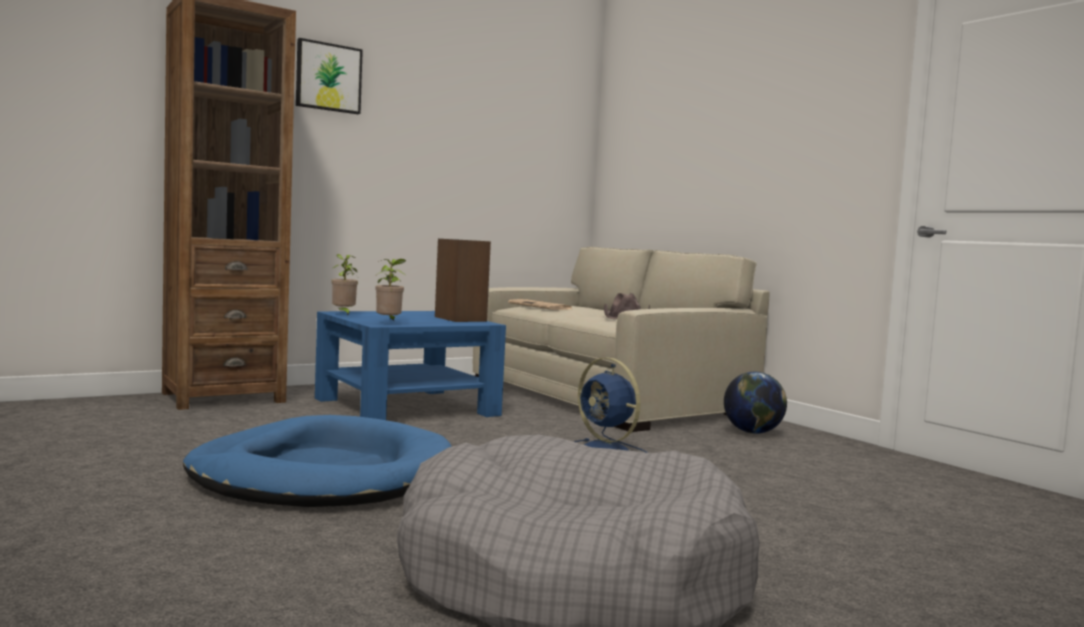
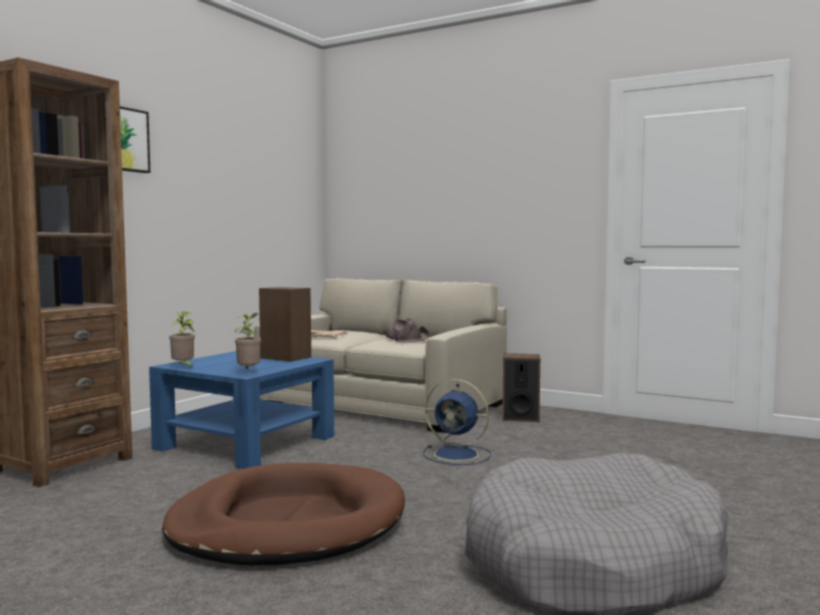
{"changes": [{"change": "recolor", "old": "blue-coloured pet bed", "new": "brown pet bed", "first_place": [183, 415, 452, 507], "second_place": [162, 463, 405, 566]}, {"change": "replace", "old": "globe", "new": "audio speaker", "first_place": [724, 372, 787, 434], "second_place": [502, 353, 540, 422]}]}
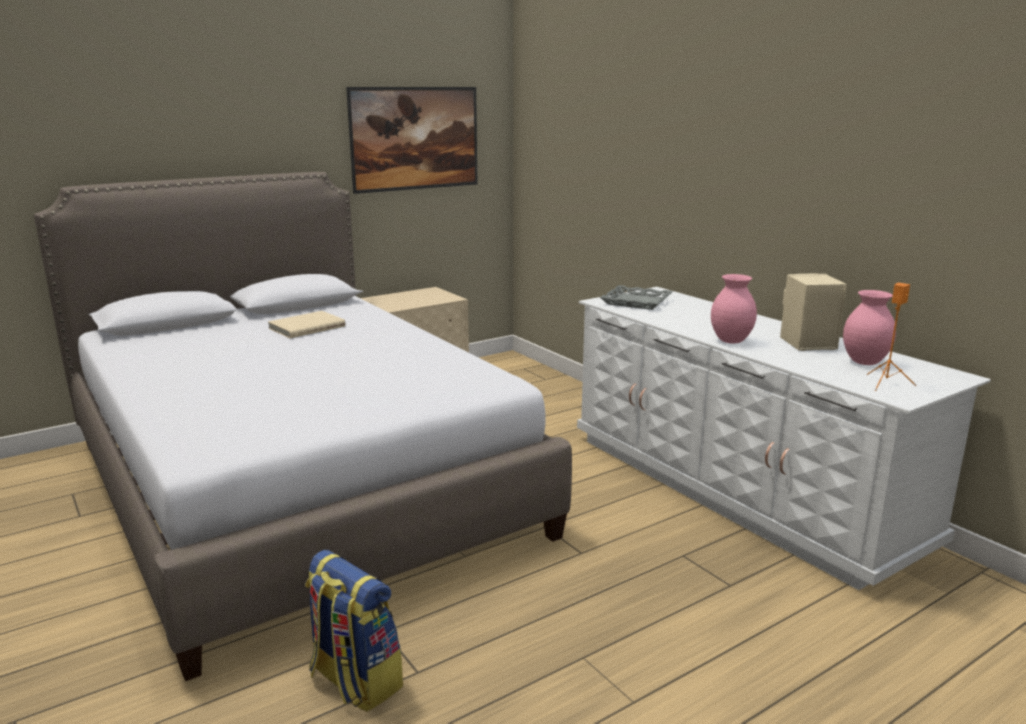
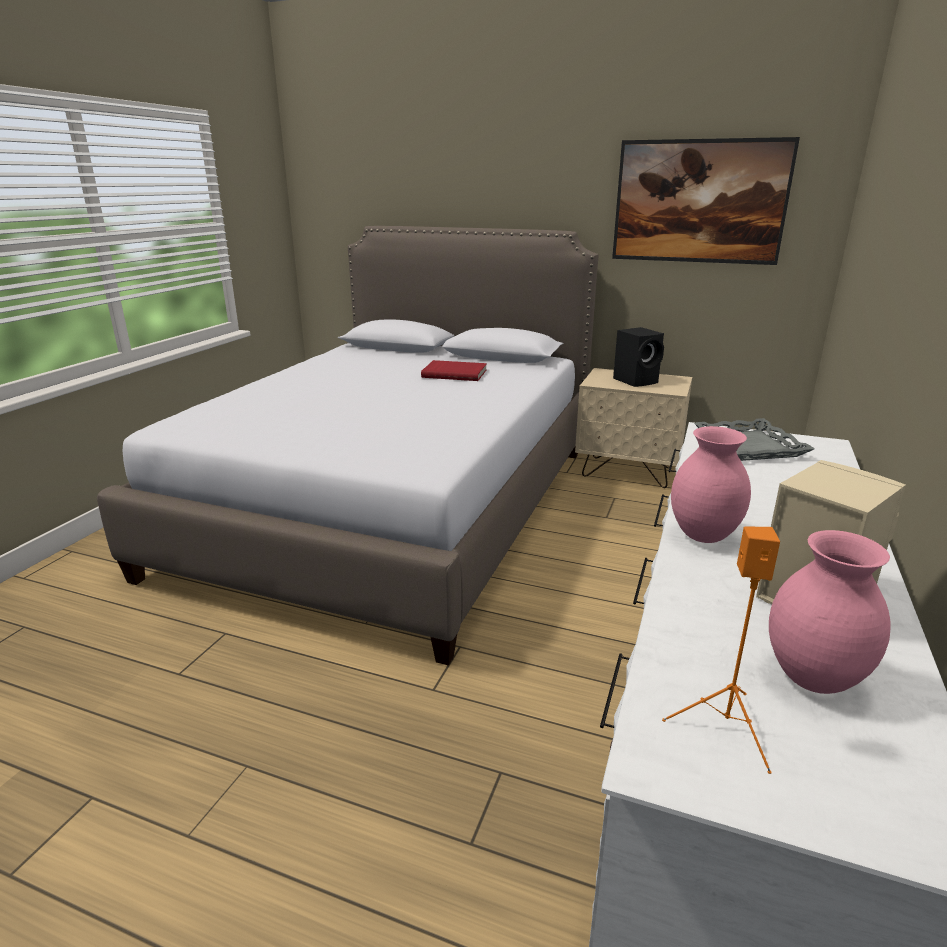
{"changes": [{"change": "recolor", "old": "beige-coloured volume", "new": "red volume", "first_place": [268, 311, 345, 338], "second_place": [421, 360, 487, 381]}, {"change": "insert", "new": "black audio speaker", "second_place": [613, 327, 664, 387]}, {"change": "delete", "old": "rucksack", "first_place": [305, 550, 403, 712]}]}
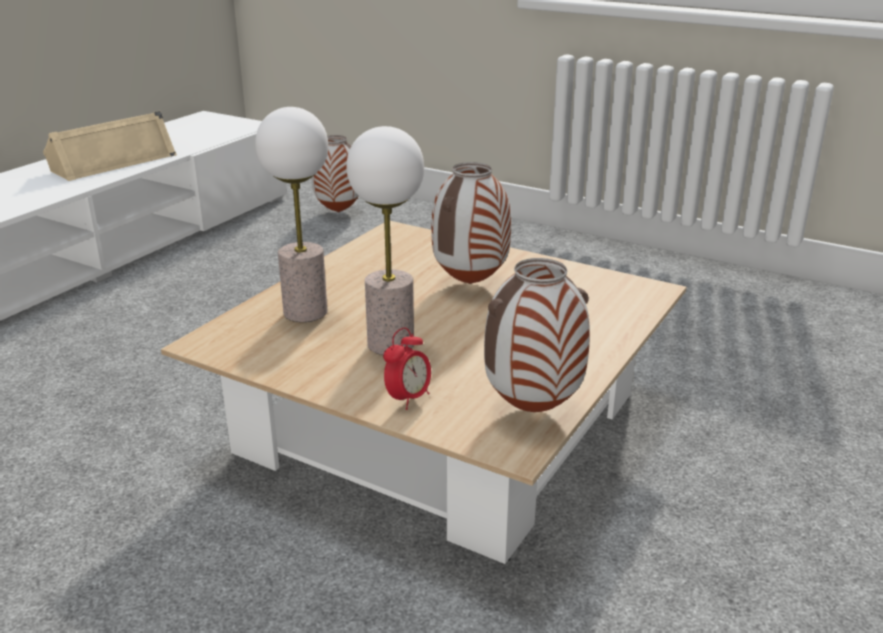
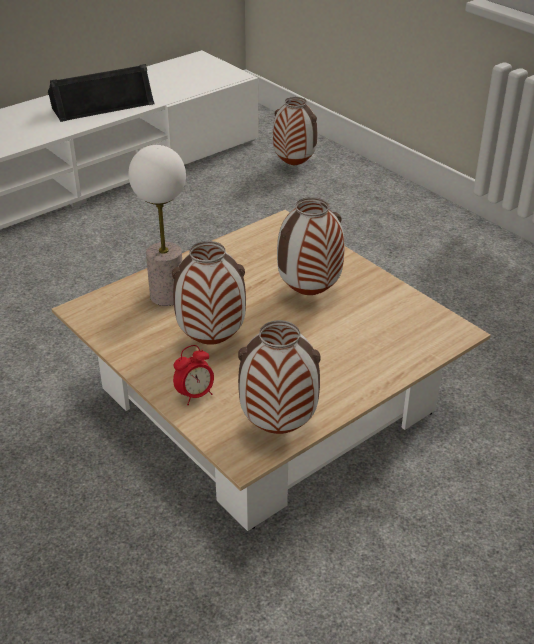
{"changes": [{"change": "recolor", "old": "beige-coloured audio speaker", "new": "black audio speaker", "first_place": [43, 111, 177, 181], "second_place": [48, 64, 154, 122]}, {"change": "replace", "old": "table lamp", "new": "flower vase", "first_place": [347, 126, 424, 355], "second_place": [172, 241, 246, 345]}]}
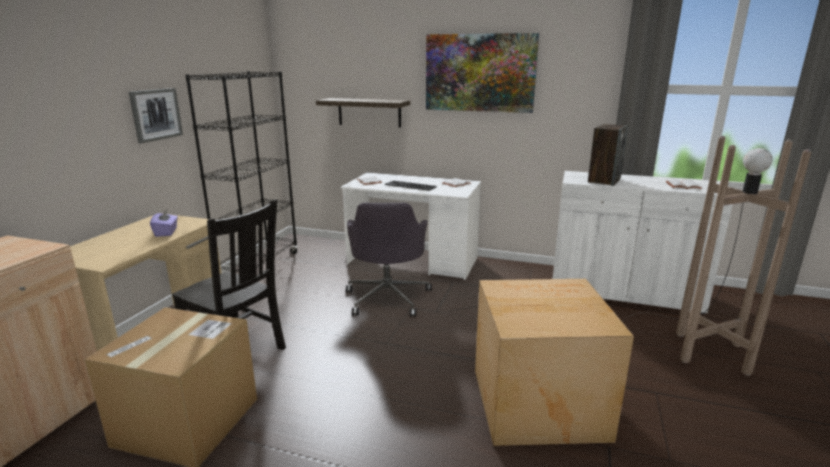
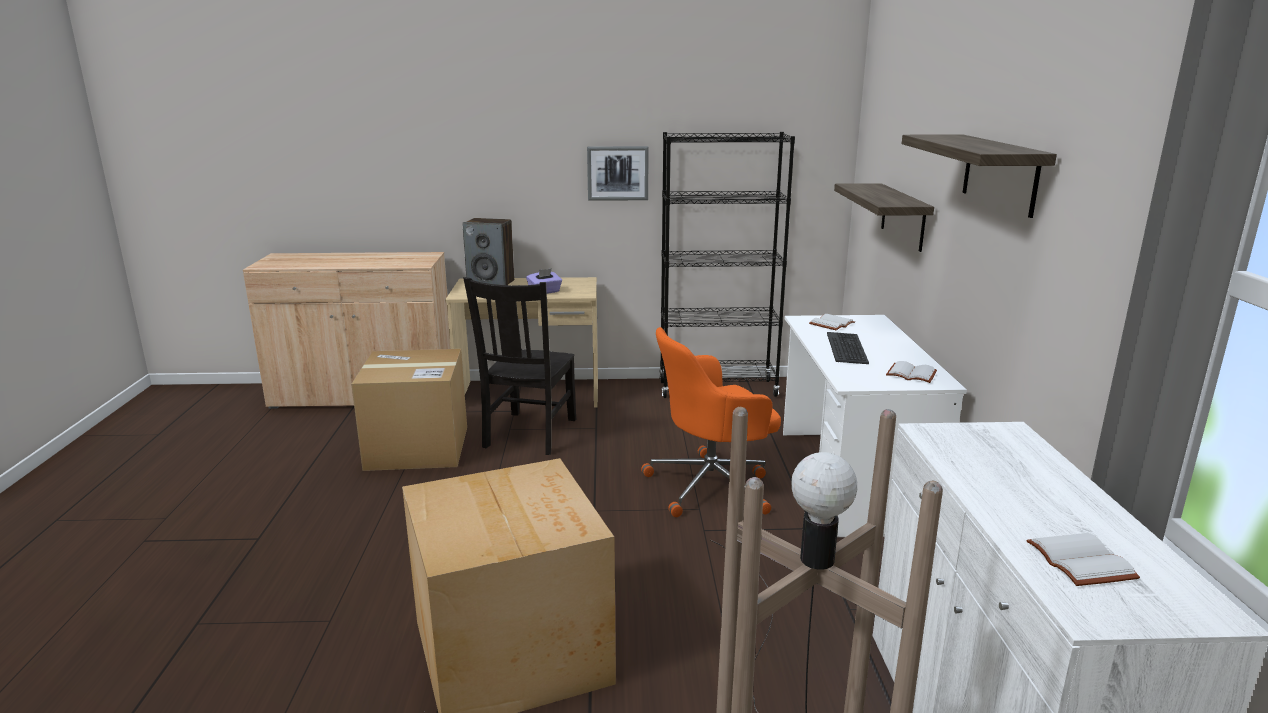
{"changes": [{"change": "move", "old": "audio speaker", "first_place": [588, 124, 628, 186], "second_place": [462, 218, 514, 285]}, {"change": "recolor", "old": "greyish office chair", "new": "orangey office chair", "first_place": [346, 203, 432, 317], "second_place": [641, 327, 781, 517]}, {"change": "replace", "old": "wall picture", "new": "wall shelf", "first_place": [426, 33, 539, 113], "second_place": [902, 134, 1057, 218]}]}
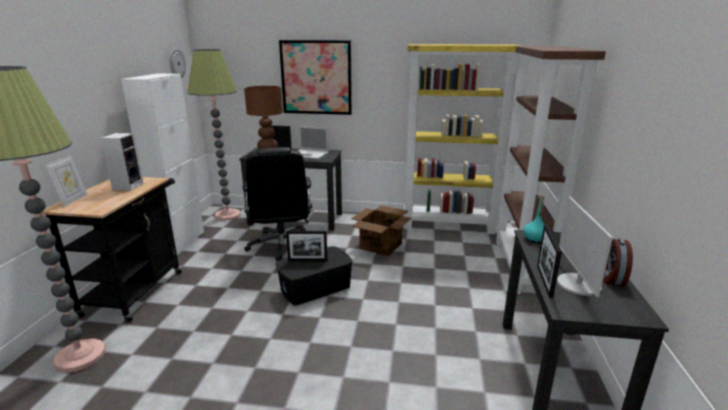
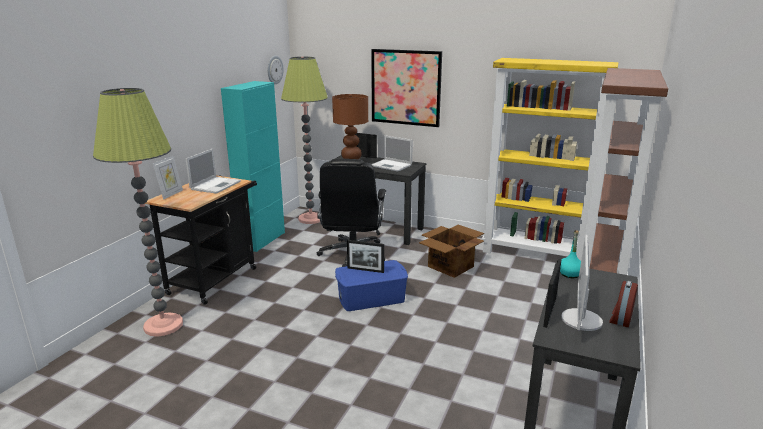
{"changes": [{"change": "replace", "old": "audio speaker", "new": "laptop", "first_place": [101, 133, 143, 191], "second_place": [186, 149, 241, 194]}, {"change": "recolor", "old": "white cupboard", "new": "turquoise cupboard", "first_place": [121, 74, 204, 255], "second_place": [221, 81, 285, 252]}, {"change": "recolor", "old": "black storage box", "new": "blue-coloured storage box", "first_place": [276, 246, 353, 306], "second_place": [335, 260, 408, 311]}]}
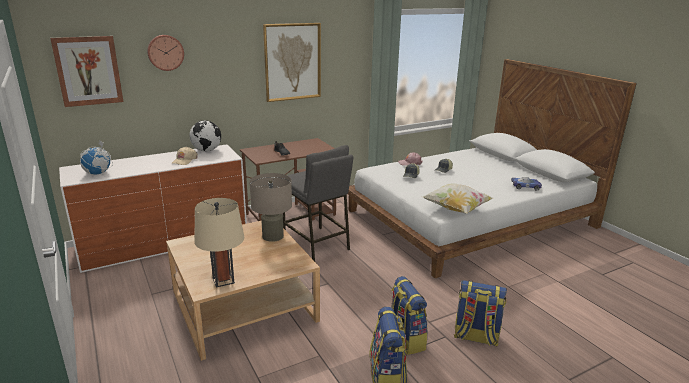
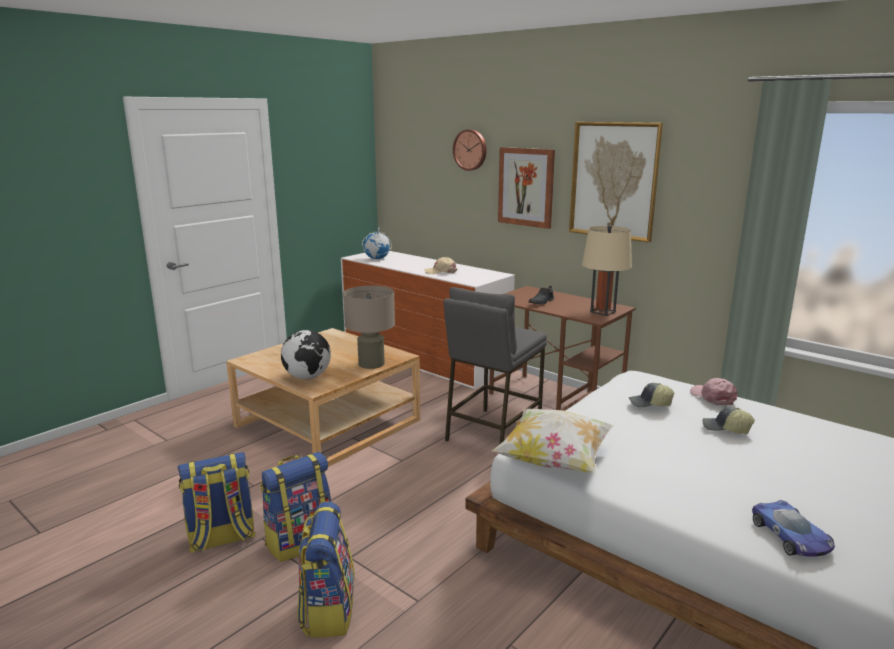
{"changes": [{"change": "move", "old": "globe", "first_place": [189, 120, 221, 152], "second_place": [281, 330, 331, 379]}, {"change": "move", "old": "wall picture", "first_place": [50, 36, 123, 107], "second_place": [498, 147, 555, 229]}, {"change": "move", "old": "beige-coloured table lamp", "first_place": [194, 198, 244, 288], "second_place": [582, 225, 632, 316]}]}
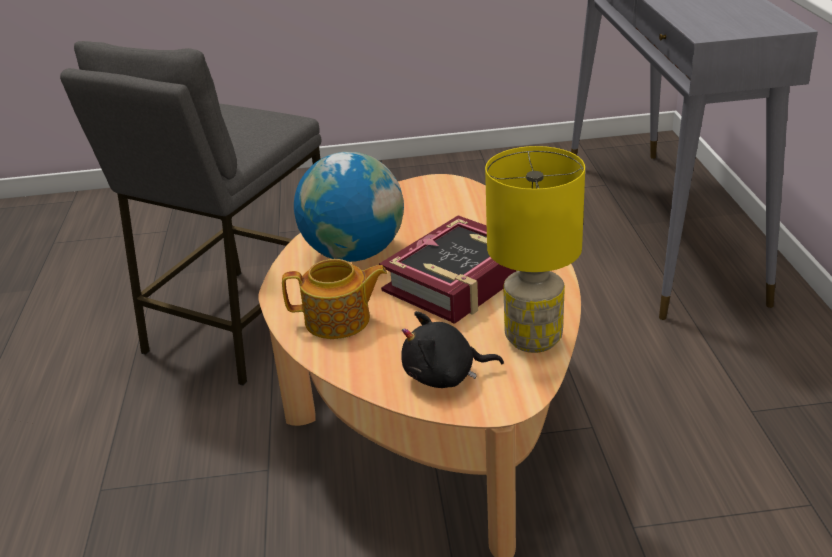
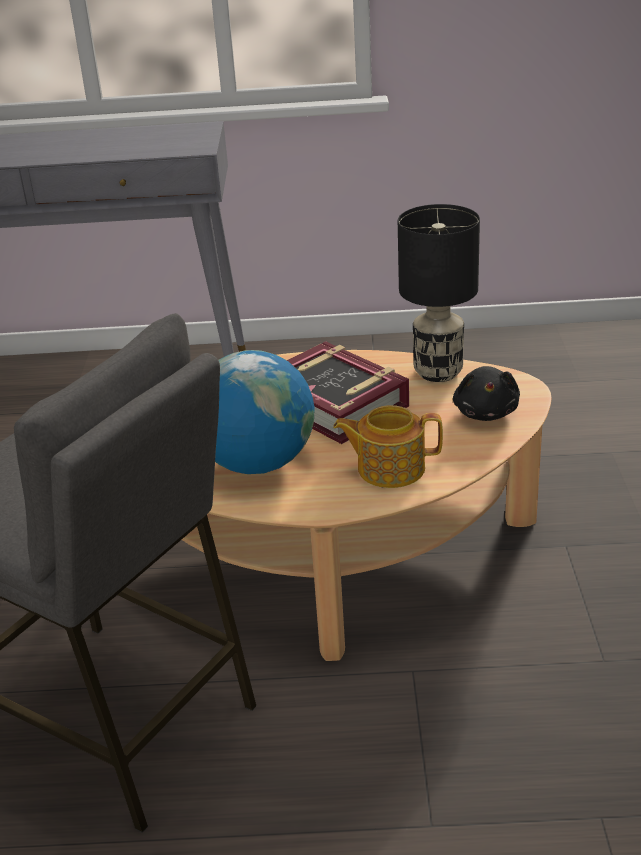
{"changes": [{"change": "rotate", "old": "teapot", "first_place": [282, 259, 387, 339], "second_place": [333, 405, 443, 488], "degrees": -90}, {"change": "recolor", "old": "yellow table lamp", "new": "black table lamp", "first_place": [485, 146, 585, 353], "second_place": [398, 204, 480, 382]}]}
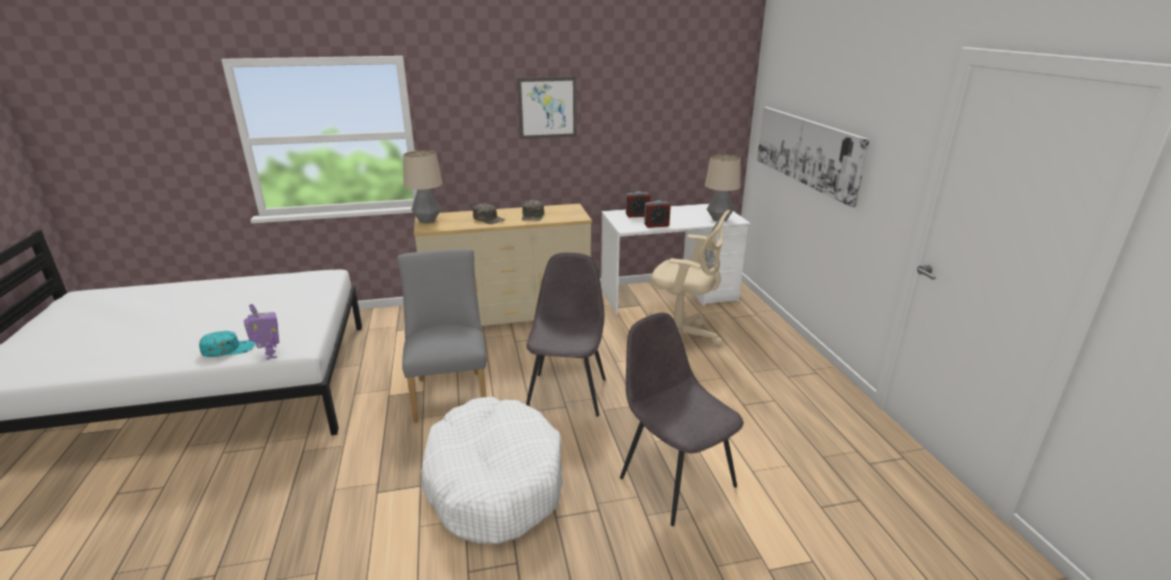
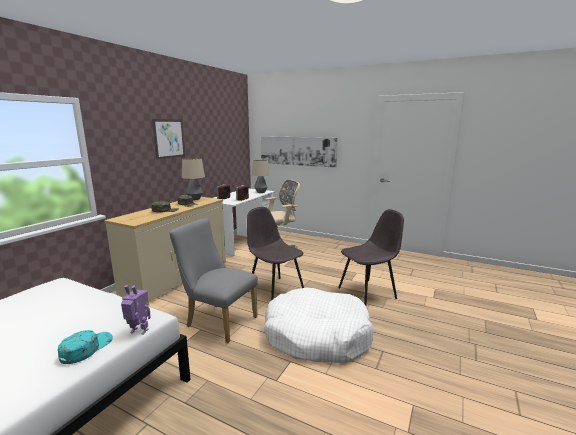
{"changes": [{"change": "move", "old": "table lamp", "first_place": [403, 150, 443, 223], "second_place": [182, 158, 205, 200]}, {"change": "rotate", "old": "greyish chair", "first_place": [620, 313, 744, 526], "second_place": [338, 209, 404, 306], "degrees": 150}]}
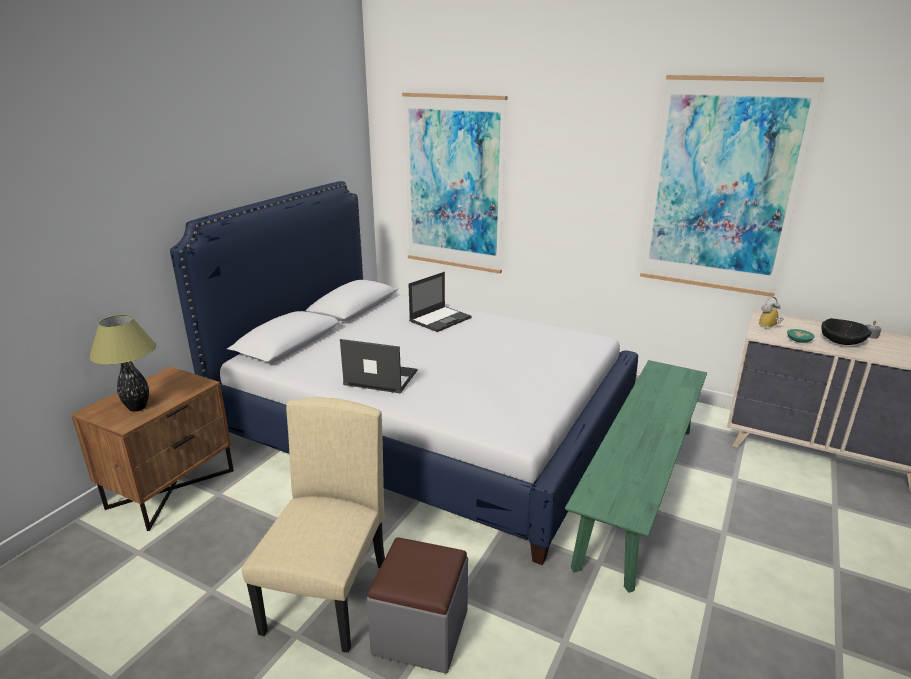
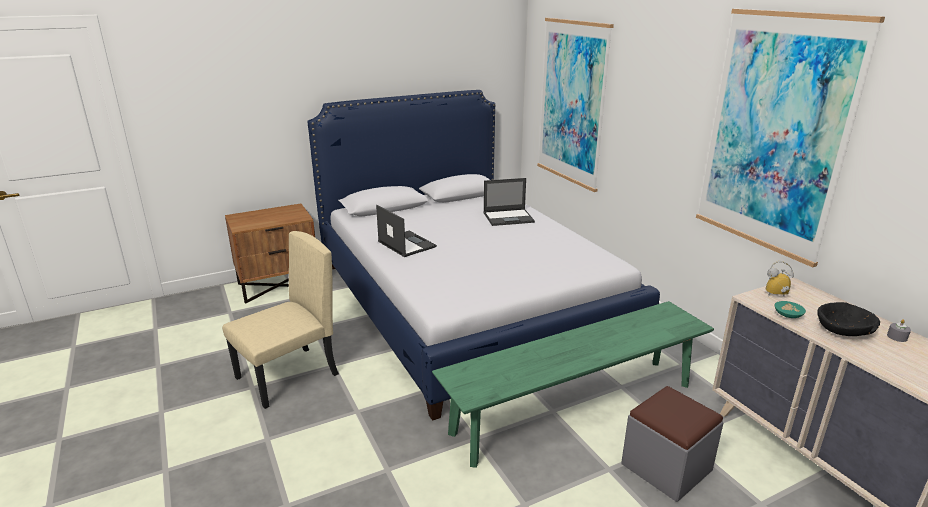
{"changes": [{"change": "move", "old": "greyish footrest", "first_place": [366, 537, 468, 674], "second_place": [621, 386, 723, 502]}, {"change": "delete", "old": "table lamp", "first_place": [89, 315, 156, 412]}]}
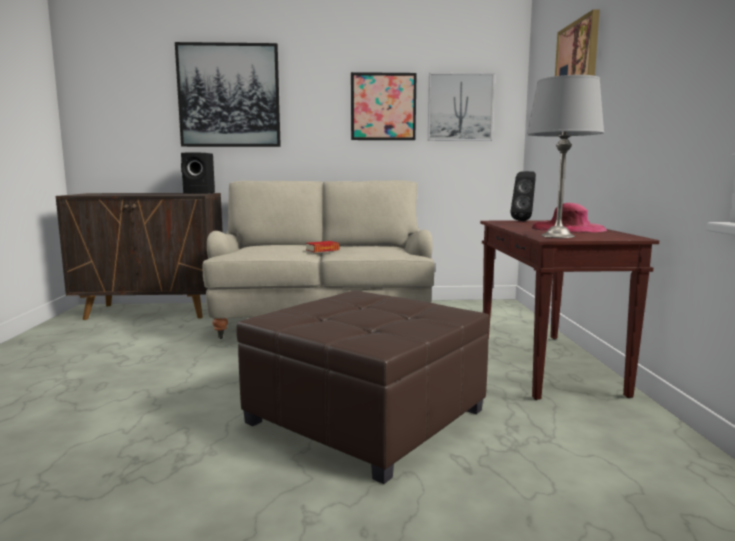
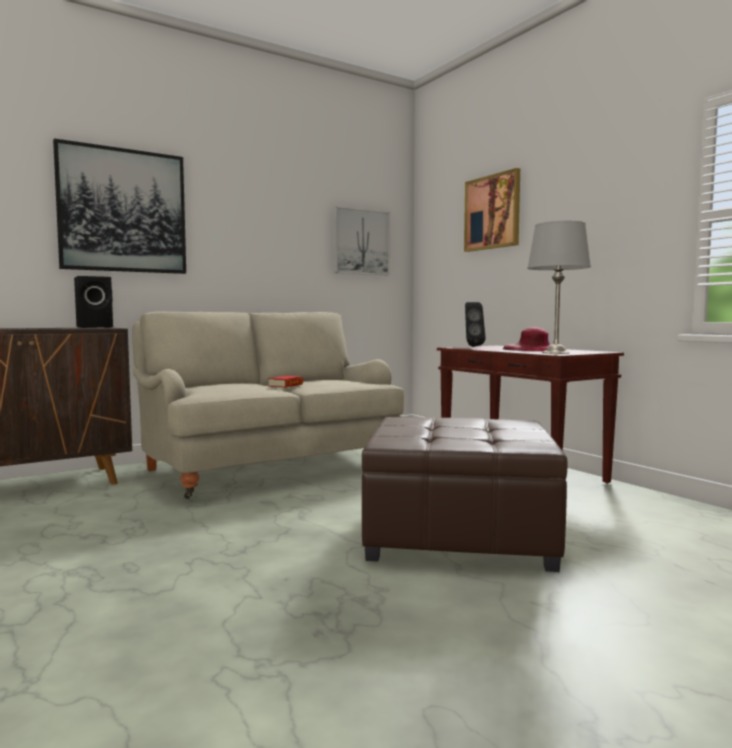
{"changes": [{"change": "delete", "old": "wall picture", "first_place": [351, 72, 417, 140]}]}
